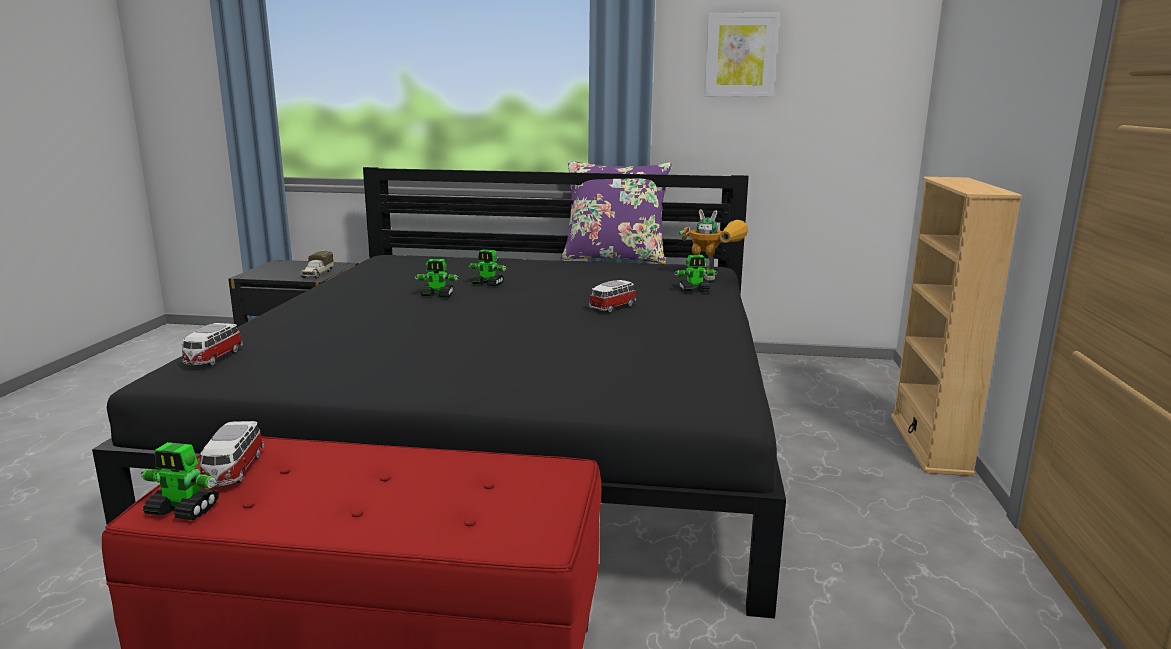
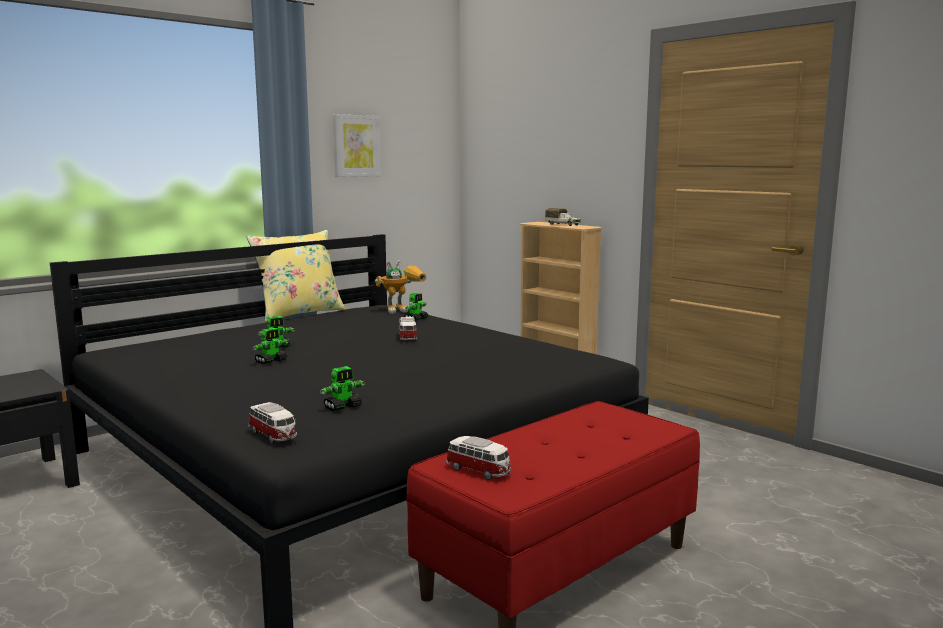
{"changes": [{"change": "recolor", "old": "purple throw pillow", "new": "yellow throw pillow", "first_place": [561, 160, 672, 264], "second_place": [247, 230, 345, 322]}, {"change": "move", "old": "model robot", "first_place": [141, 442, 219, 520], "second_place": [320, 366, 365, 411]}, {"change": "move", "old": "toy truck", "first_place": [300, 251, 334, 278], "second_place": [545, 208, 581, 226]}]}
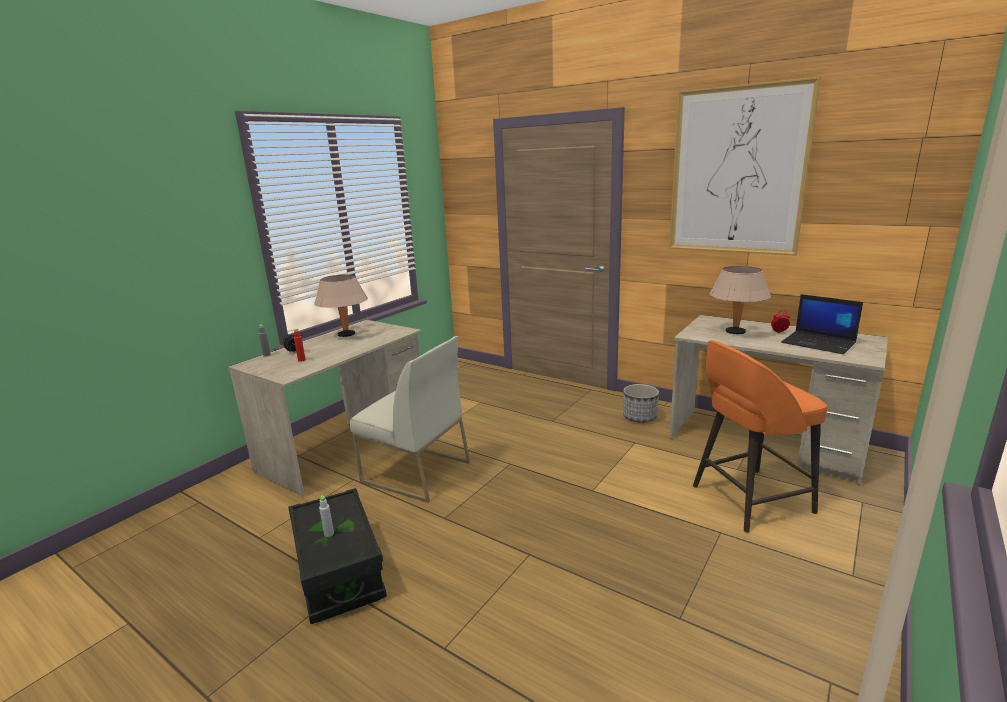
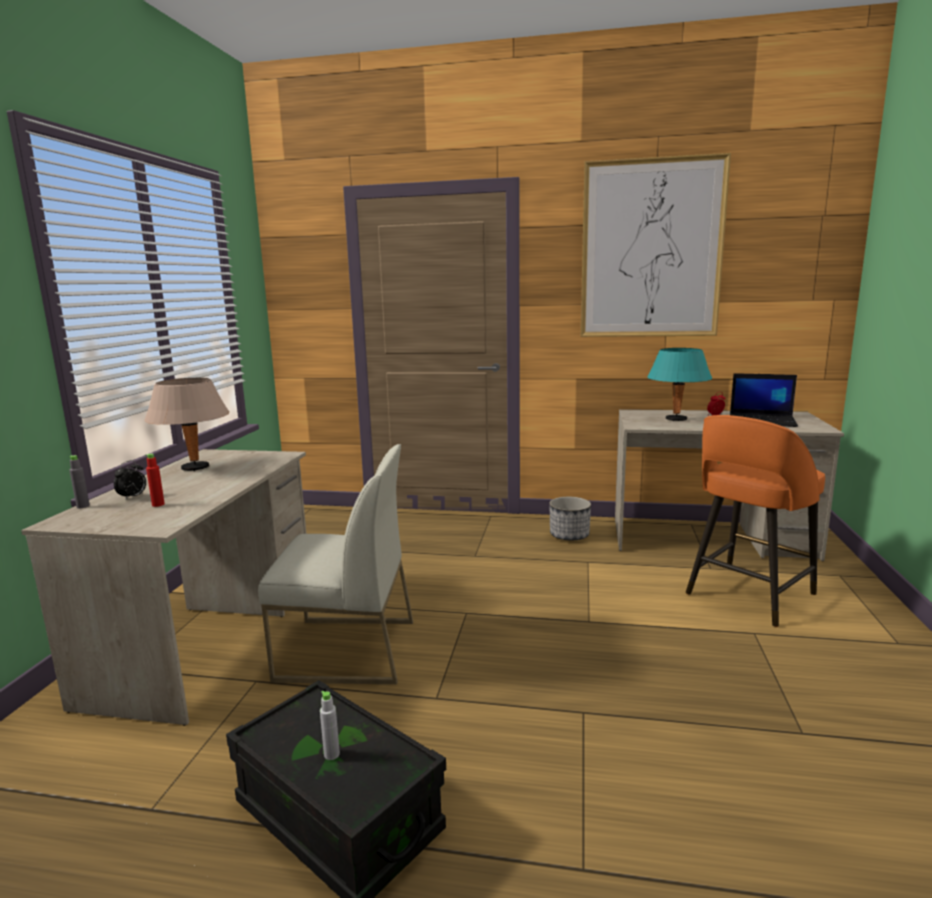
{"changes": [{"change": "recolor", "old": "beige-coloured table lamp", "new": "turquoise table lamp", "first_place": [710, 266, 771, 334], "second_place": [647, 348, 712, 421]}]}
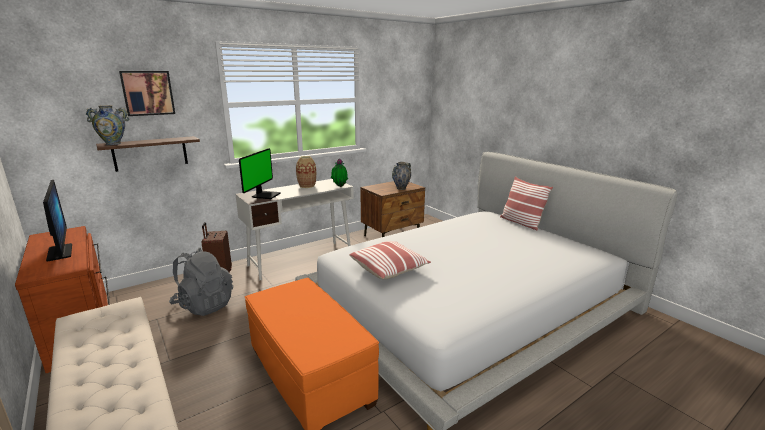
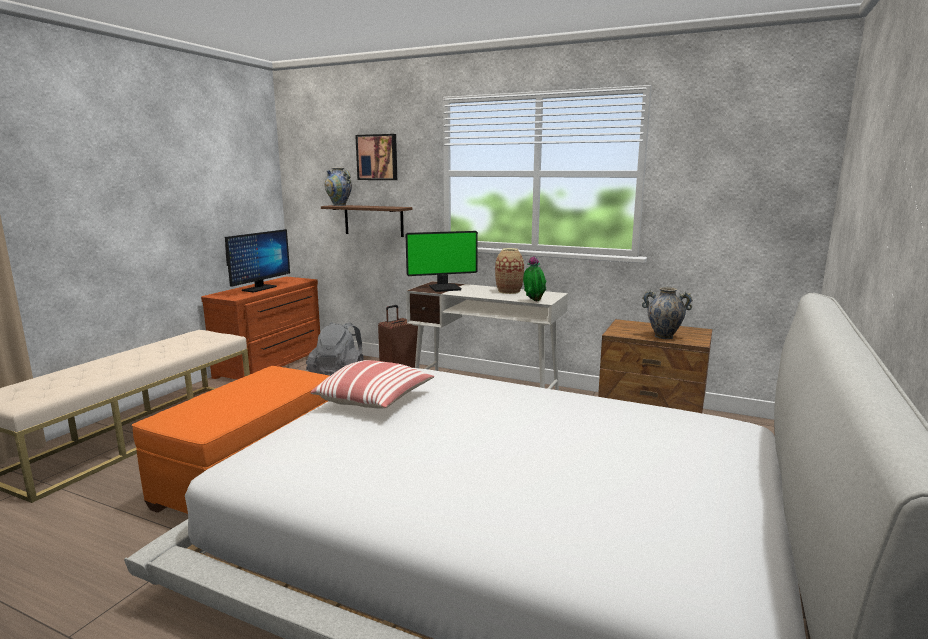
{"changes": [{"change": "delete", "old": "throw pillow", "first_place": [500, 176, 553, 231]}]}
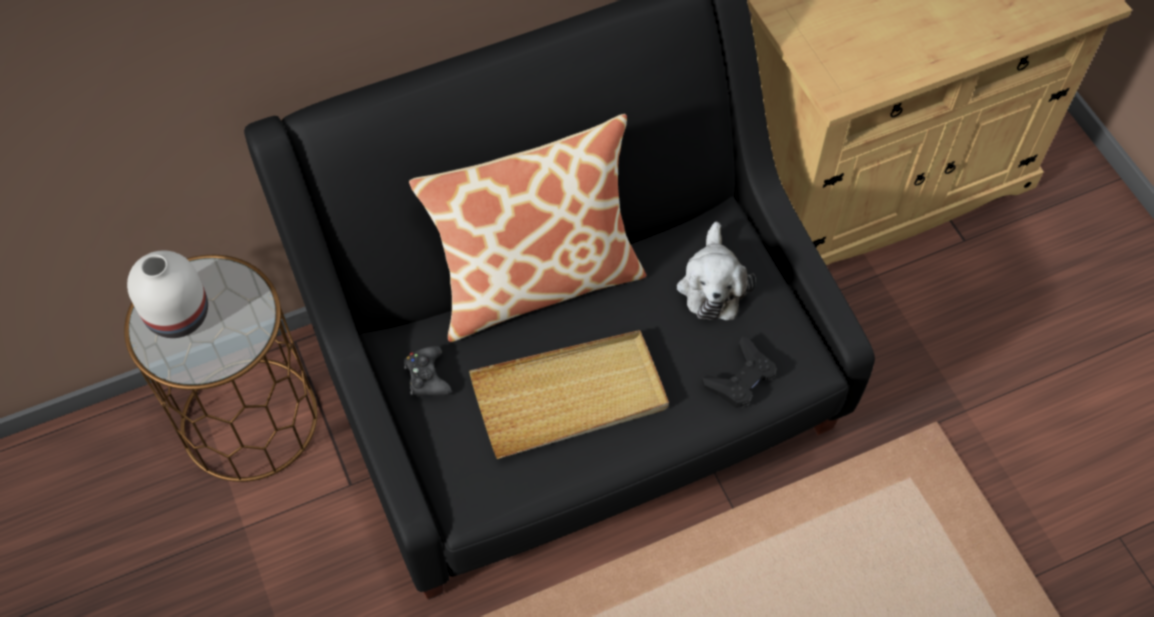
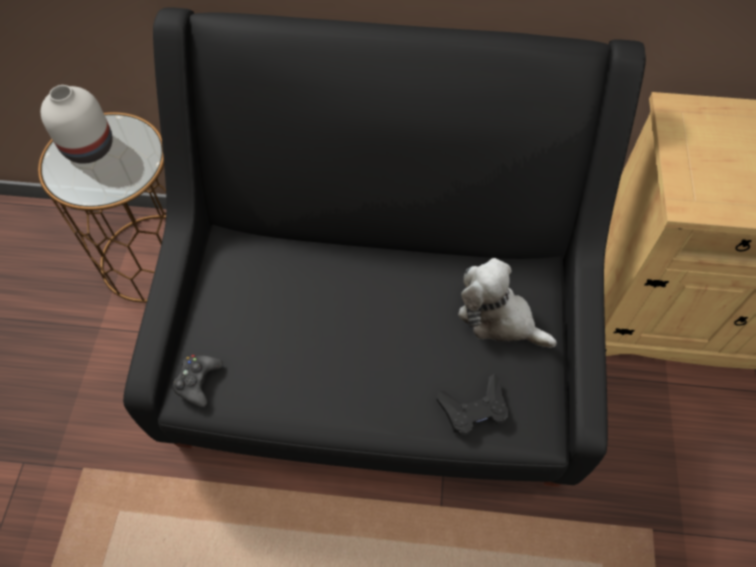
{"changes": [{"change": "move", "old": "black game controller", "first_place": [404, 346, 451, 396], "second_place": [173, 355, 223, 407]}, {"change": "rotate", "old": "soft toy", "first_place": [677, 222, 756, 320], "second_place": [458, 258, 557, 348], "degrees": 90}, {"change": "delete", "old": "throw pillow", "first_place": [409, 114, 646, 342]}, {"change": "delete", "old": "beige-coloured tray", "first_place": [469, 330, 669, 459]}]}
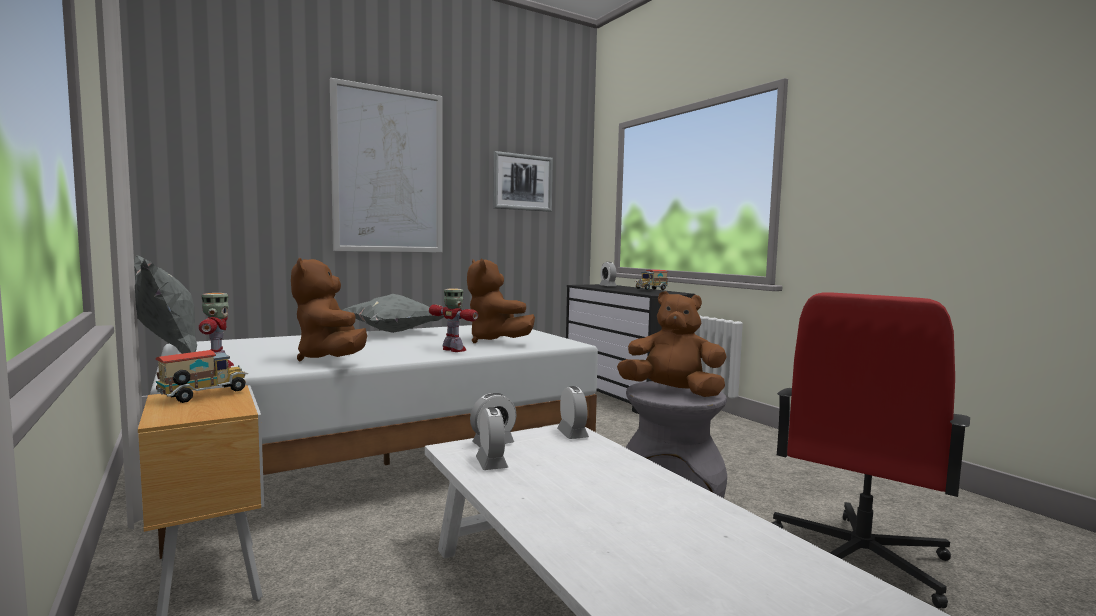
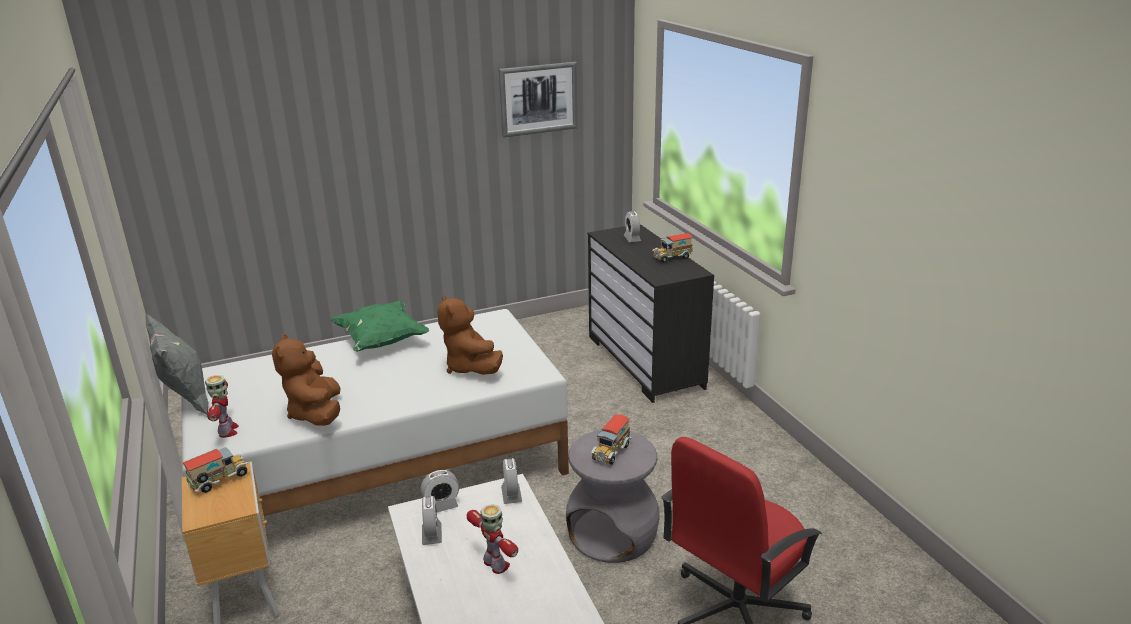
{"changes": [{"change": "recolor", "old": "greyish throw pillow", "new": "green-coloured throw pillow", "first_place": [342, 294, 444, 333], "second_place": [329, 300, 430, 352]}, {"change": "move", "old": "model robot", "first_place": [429, 288, 478, 352], "second_place": [467, 504, 518, 574]}, {"change": "replace", "old": "brown soft toy", "new": "toy truck", "first_place": [617, 291, 727, 397], "second_place": [591, 414, 632, 465]}, {"change": "delete", "old": "wall picture", "first_place": [330, 78, 443, 253]}]}
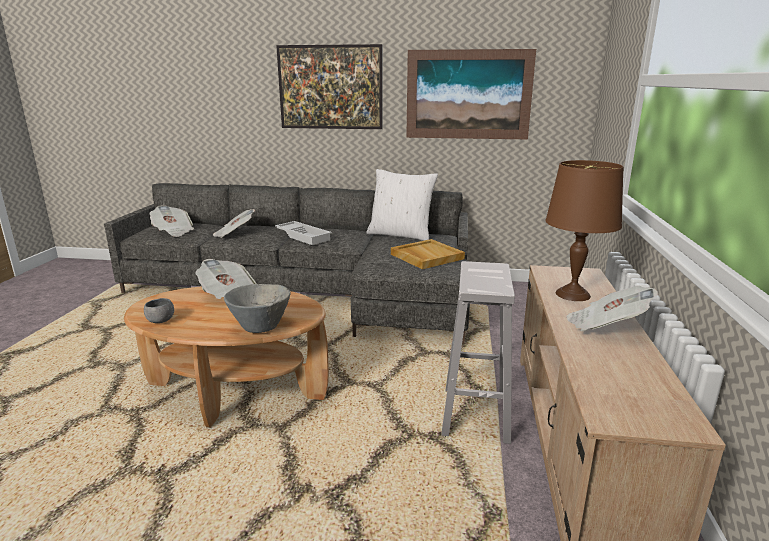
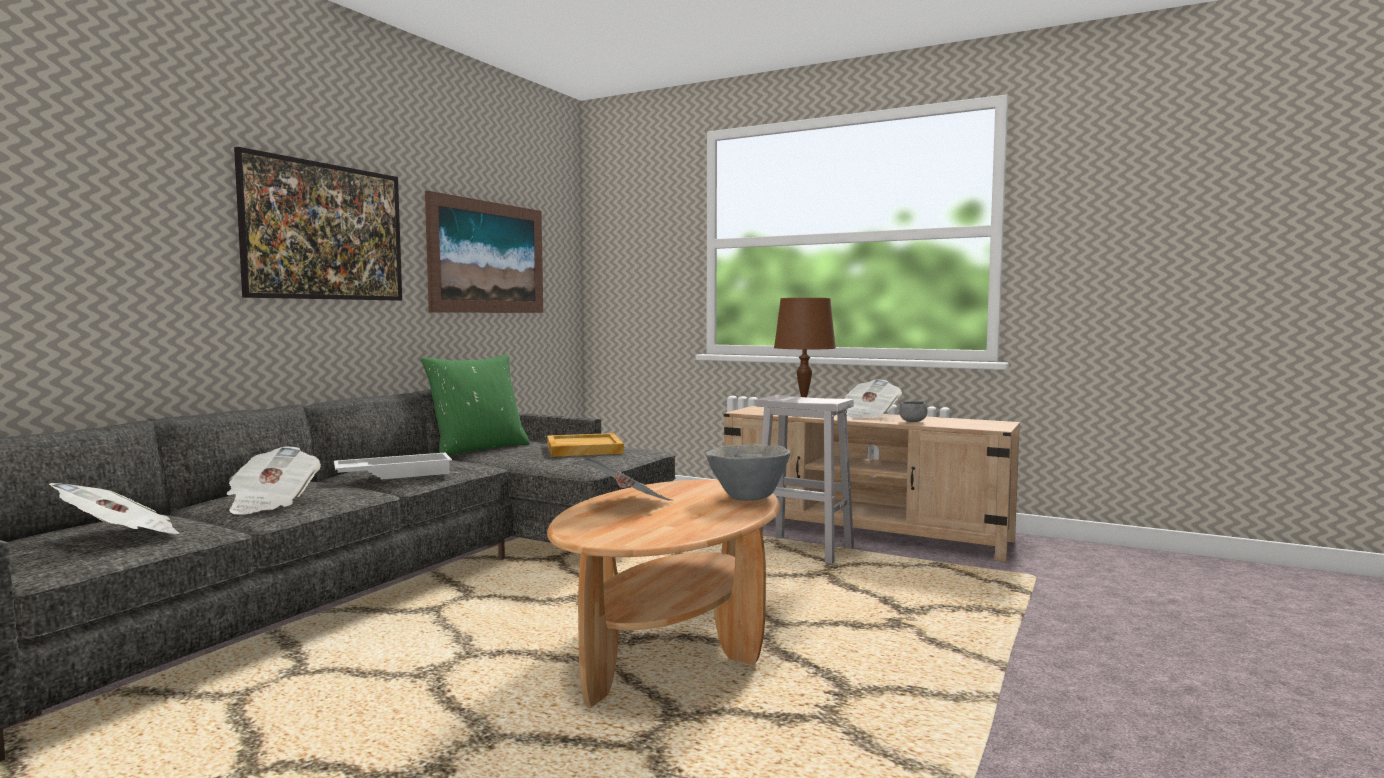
{"changes": [{"change": "recolor", "old": "white throw pillow", "new": "green-coloured throw pillow", "first_place": [366, 169, 438, 241], "second_place": [421, 354, 530, 456]}, {"change": "move", "old": "greyish serving bowl", "first_place": [144, 298, 174, 323], "second_place": [899, 401, 928, 422]}]}
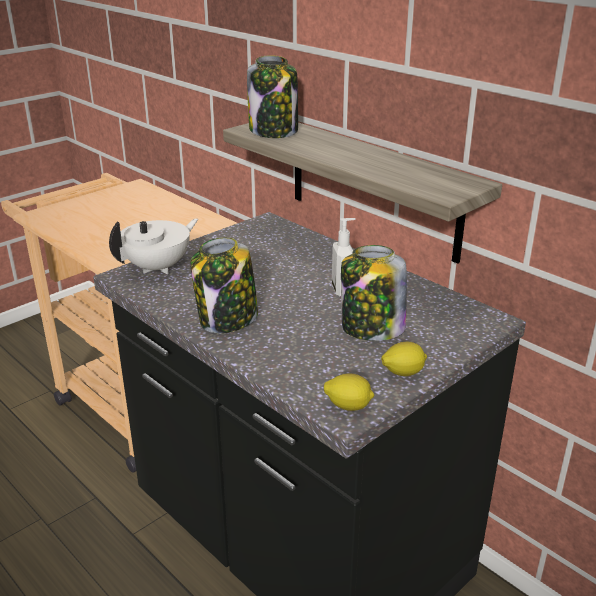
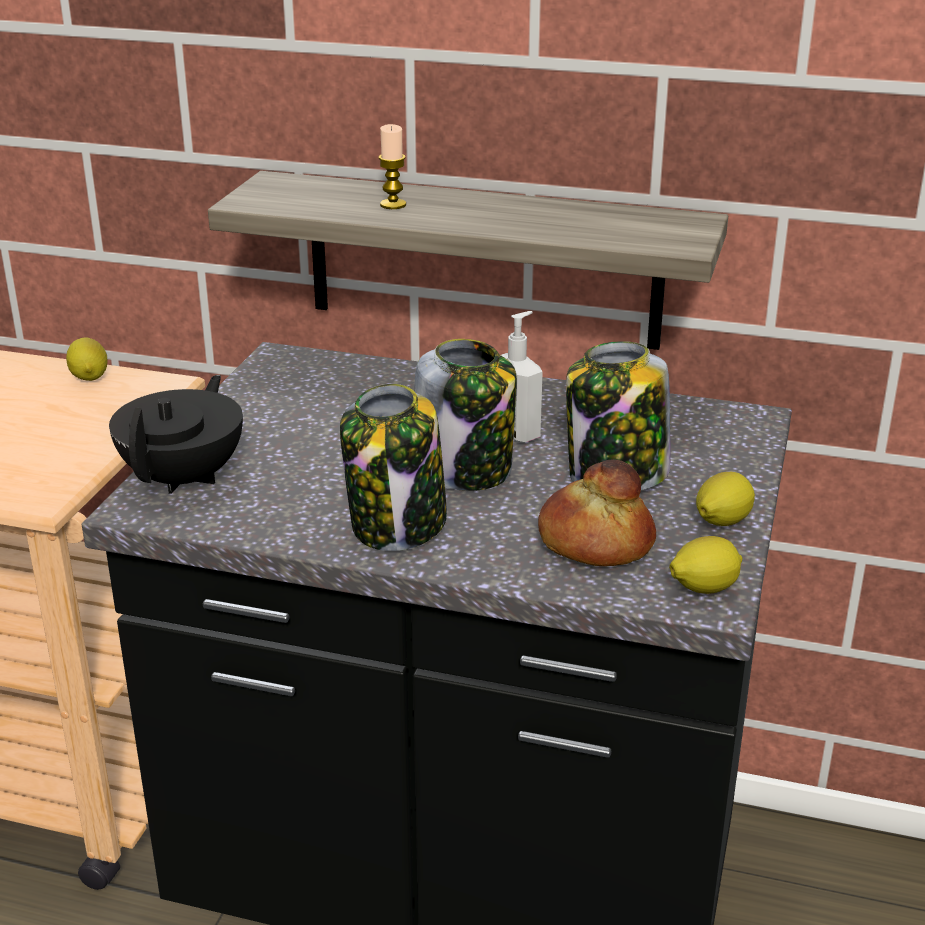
{"changes": [{"change": "insert", "new": "lemon", "second_place": [66, 338, 108, 381]}, {"change": "recolor", "old": "white teapot", "new": "black teapot", "first_place": [109, 219, 198, 274], "second_place": [109, 375, 243, 494]}, {"change": "insert", "new": "candle", "second_place": [378, 124, 406, 209]}, {"change": "move", "old": "jar", "first_place": [247, 55, 298, 138], "second_place": [414, 339, 517, 491]}, {"change": "insert", "new": "baked bread", "second_place": [538, 459, 656, 566]}]}
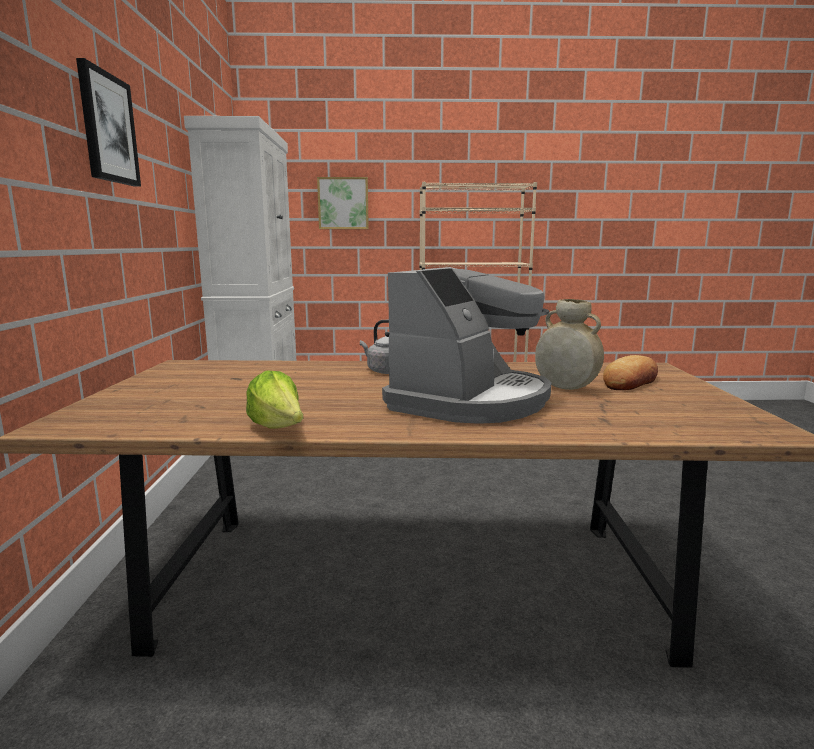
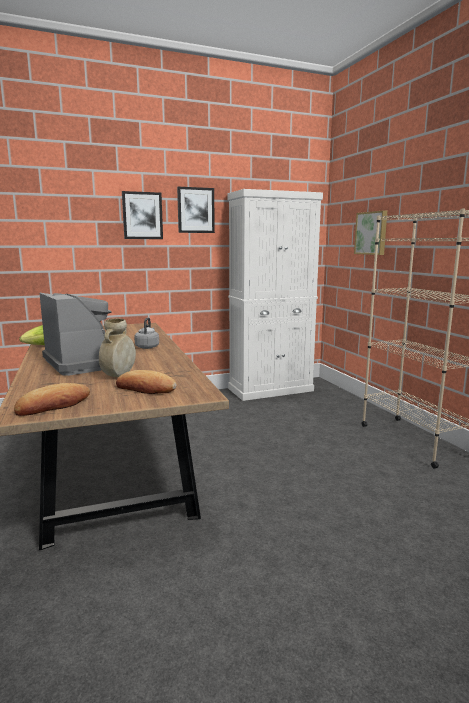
{"changes": [{"change": "insert", "new": "baked bread", "second_place": [14, 383, 90, 416]}, {"change": "rotate", "old": "coffee machine", "first_place": [382, 267, 552, 424], "second_place": [40, 293, 112, 376], "degrees": -135}, {"change": "insert", "new": "wall picture", "second_place": [177, 187, 215, 233]}]}
